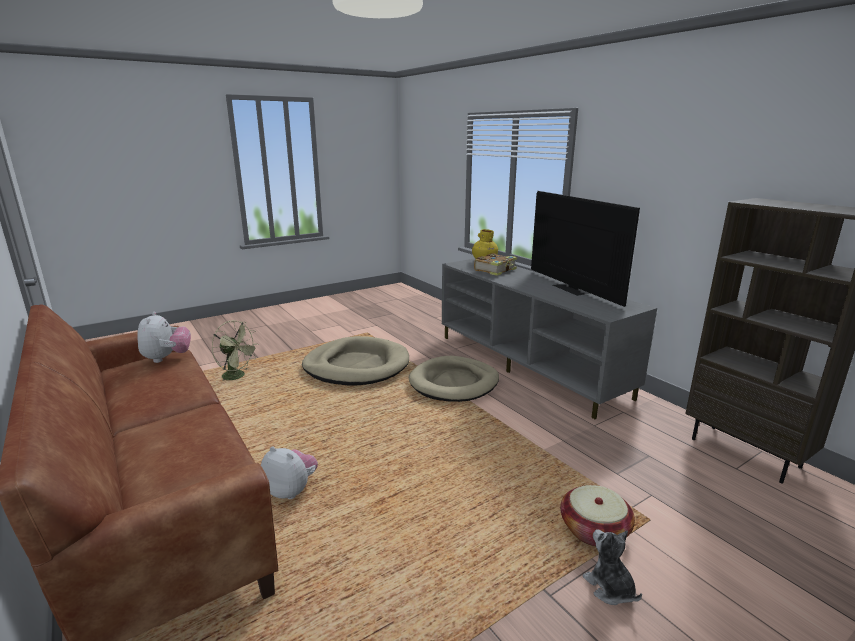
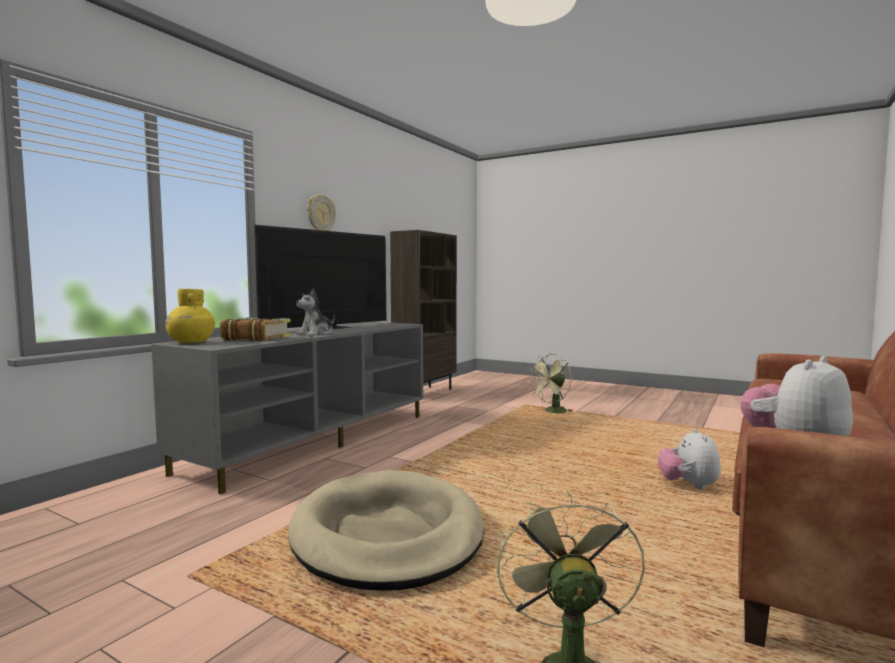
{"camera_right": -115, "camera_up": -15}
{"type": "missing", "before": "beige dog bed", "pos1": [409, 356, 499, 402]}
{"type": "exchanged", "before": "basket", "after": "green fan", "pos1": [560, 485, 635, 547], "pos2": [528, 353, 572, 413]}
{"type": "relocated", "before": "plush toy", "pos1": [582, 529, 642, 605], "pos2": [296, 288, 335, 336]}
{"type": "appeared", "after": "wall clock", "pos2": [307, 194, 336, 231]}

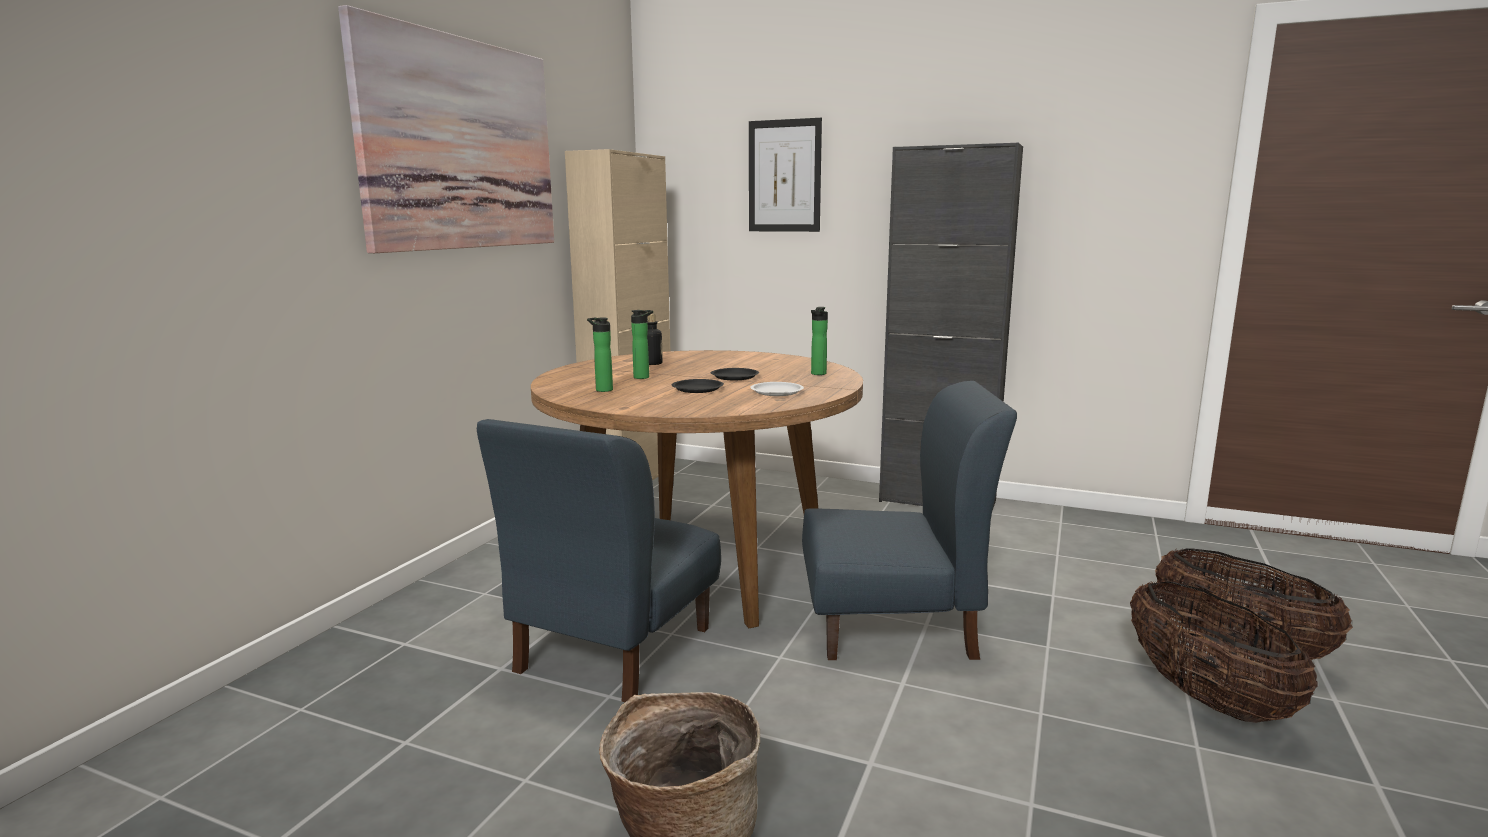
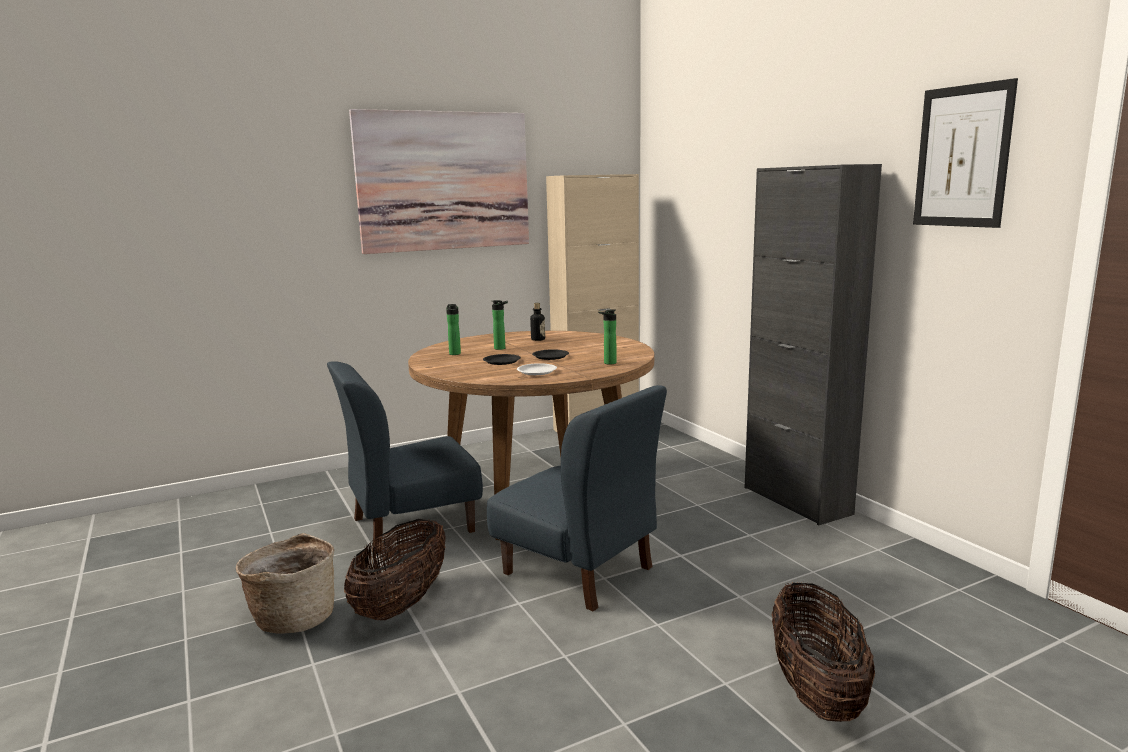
{"camera_right": 40, "camera_up": 0}
{"type": "relocated", "before": "picture", "pos1": [749, 118, 822, 232], "pos2": [913, 78, 1018, 228]}
{"type": "relocated", "before": "basket", "pos1": [1130, 581, 1317, 723], "pos2": [344, 519, 446, 620]}

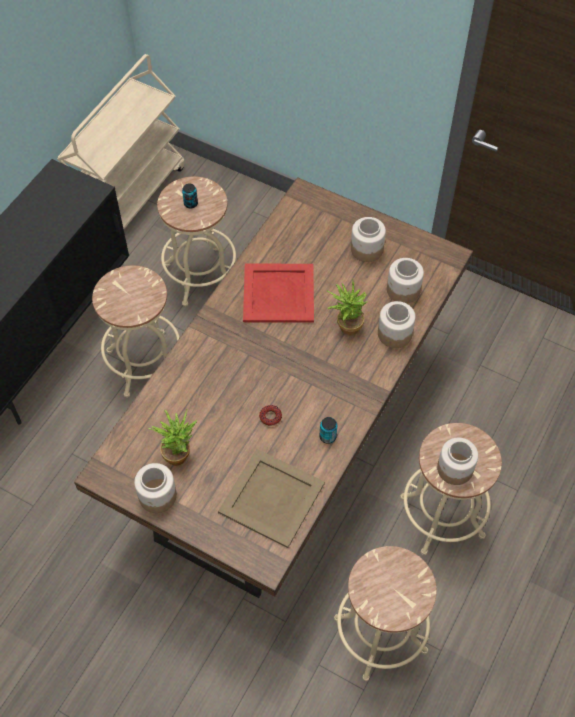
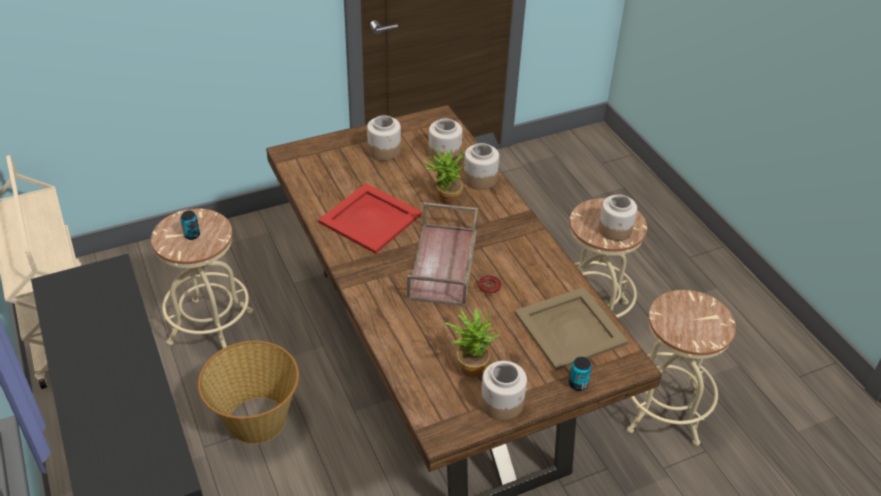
{"camera_right": -55, "camera_up": -15}
{"type": "exchanged", "before": "beige stool", "after": "basket", "pos1": [92, 265, 180, 397], "pos2": [198, 341, 299, 444]}
{"type": "relocated", "before": "can", "pos1": [320, 417, 337, 444], "pos2": [569, 357, 592, 391]}
{"type": "appeared", "after": "brown tray", "pos2": [407, 202, 478, 307]}

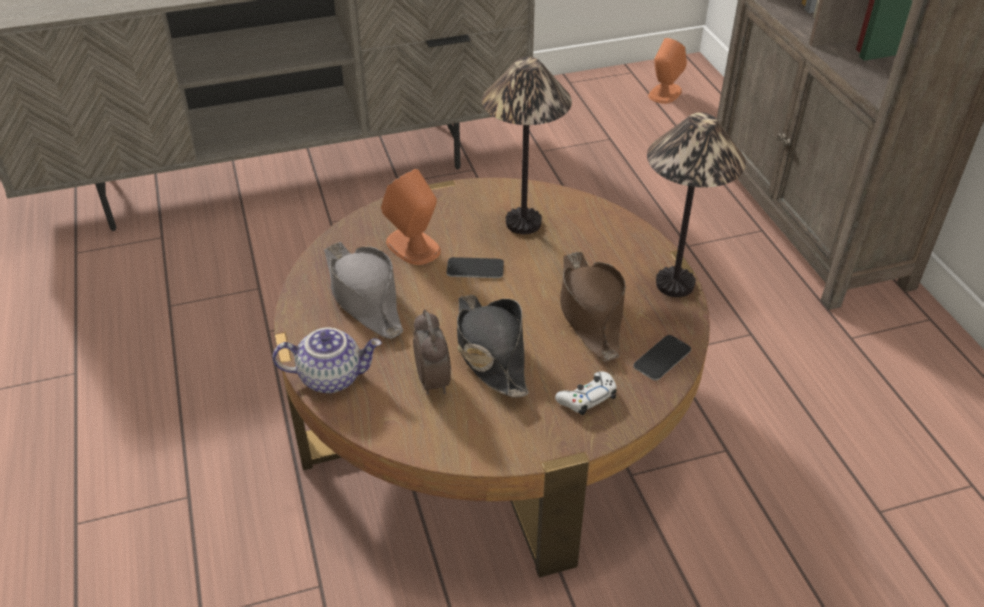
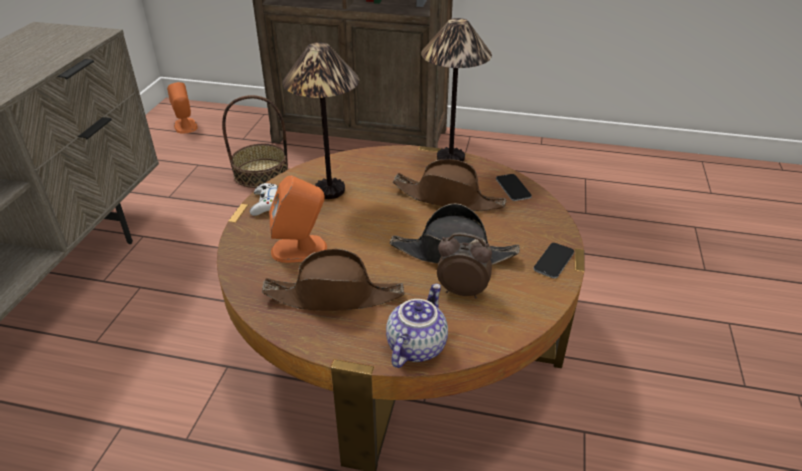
{"camera_right": -60, "camera_up": -5}
{"type": "colour", "before": "grey hat", "after": "brown hat", "pos1": [324, 242, 403, 339], "pos2": [262, 249, 404, 311]}
{"type": "relocated", "before": "phone", "pos1": [447, 257, 504, 278], "pos2": [533, 243, 574, 278]}
{"type": "relocated", "before": "white game controller", "pos1": [555, 371, 617, 415], "pos2": [250, 183, 278, 216]}
{"type": "appeared", "after": "basket", "pos2": [222, 95, 288, 188]}

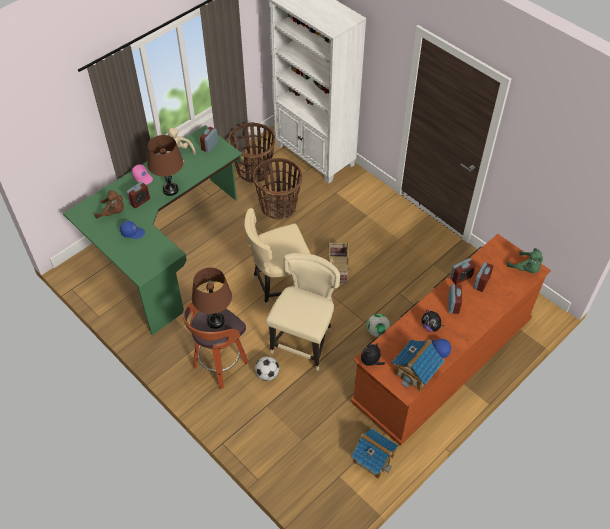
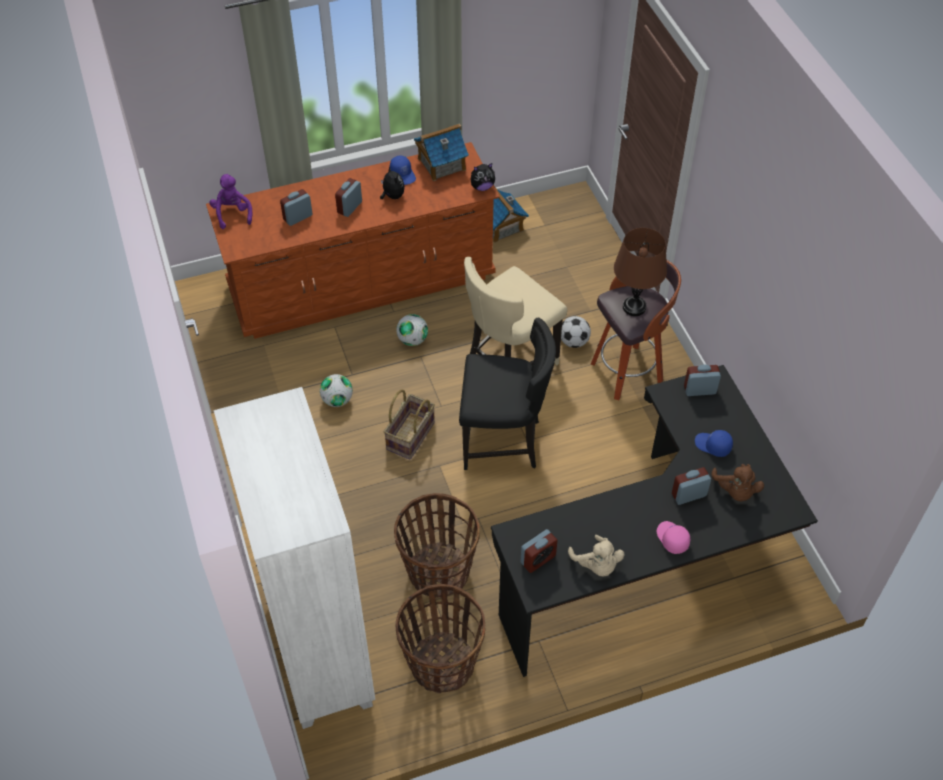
{"camera_right": -155, "camera_up": 0}
{"type": "colour", "before": "green desk", "after": "black desk", "pos1": [63, 125, 242, 335], "pos2": [491, 365, 818, 677]}
{"type": "missing", "before": "brown table lamp", "pos1": [147, 135, 184, 196]}
{"type": "spun", "before": "brown plush toy", "pos1": [94, 190, 124, 218], "pos2": [711, 464, 764, 502], "turn": -135}
{"type": "colour", "before": "beige chair", "after": "black chair", "pos1": [244, 208, 311, 308], "pos2": [459, 317, 556, 470]}
{"type": "colour", "before": "green plush toy", "after": "purple plush toy", "pos1": [507, 248, 543, 273], "pos2": [209, 174, 252, 229]}
{"type": "relocated", "before": "alarm clock", "pos1": [450, 258, 475, 285], "pos2": [684, 365, 721, 396]}
{"type": "appeared", "after": "football", "pos2": [320, 374, 353, 407]}

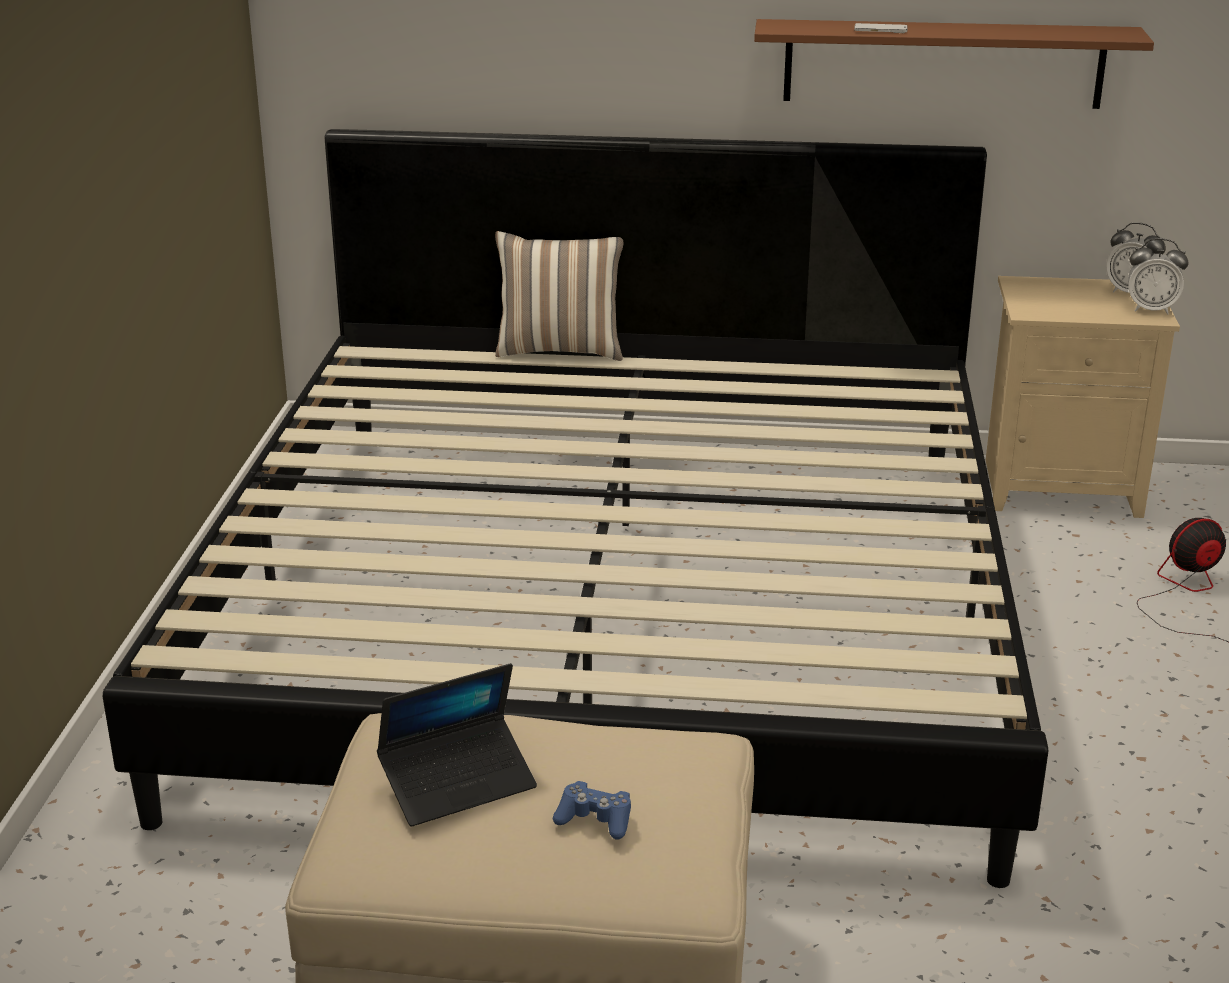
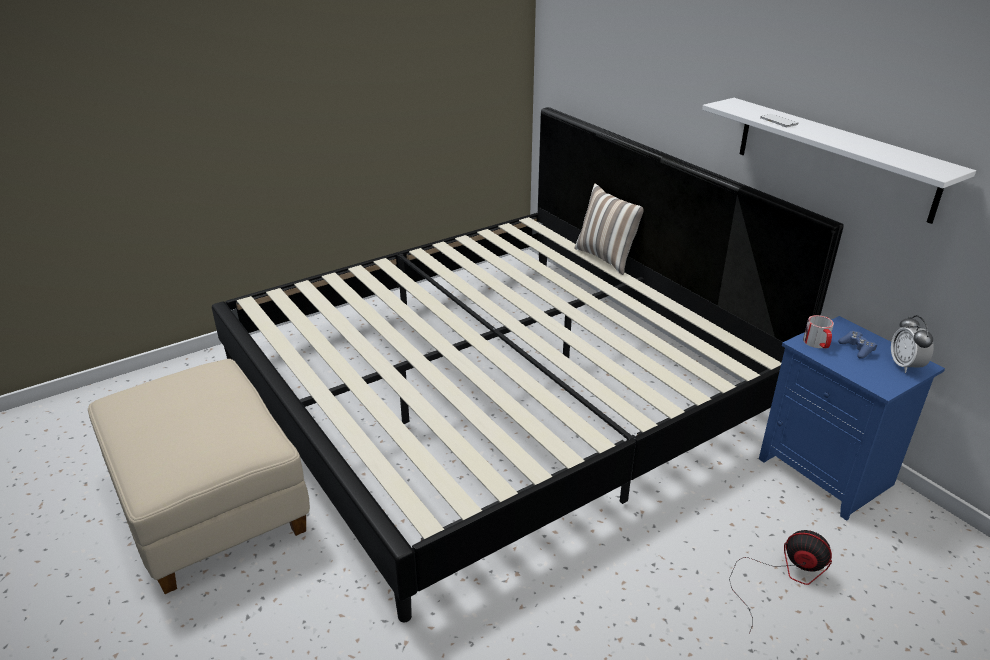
{"camera_right": 50, "camera_up": 5}
{"type": "colour", "before": "brown shelf", "after": "white shelf", "pos1": [754, 19, 1154, 109], "pos2": [702, 98, 976, 224]}
{"type": "missing", "before": "alarm clock", "pos1": [1128, 238, 1189, 315]}
{"type": "colour", "before": "beige nightstand", "after": "blue nightstand", "pos1": [986, 276, 1180, 518], "pos2": [759, 316, 945, 521]}
{"type": "missing", "before": "laptop", "pos1": [377, 663, 537, 826]}
{"type": "relocated", "before": "blue game controller", "pos1": [553, 781, 631, 840], "pos2": [838, 331, 877, 359]}
{"type": "appeared", "after": "mug", "pos2": [803, 315, 834, 348]}

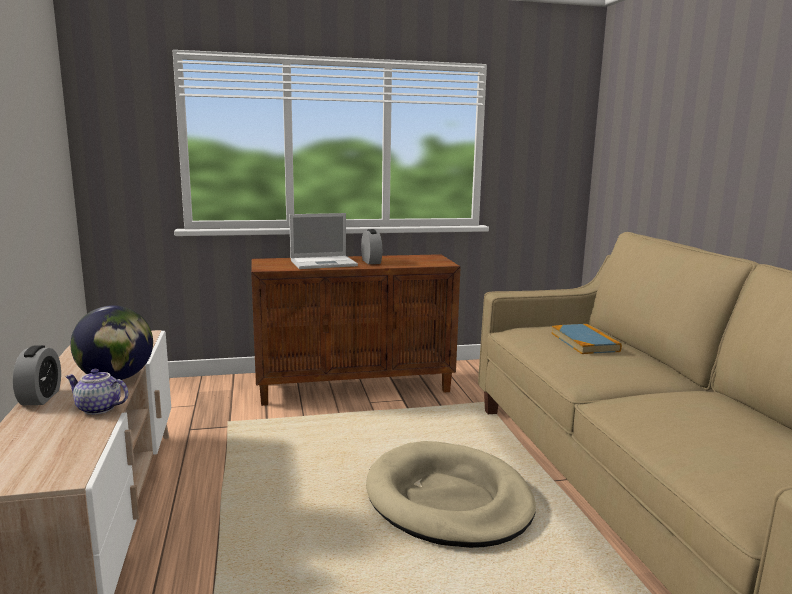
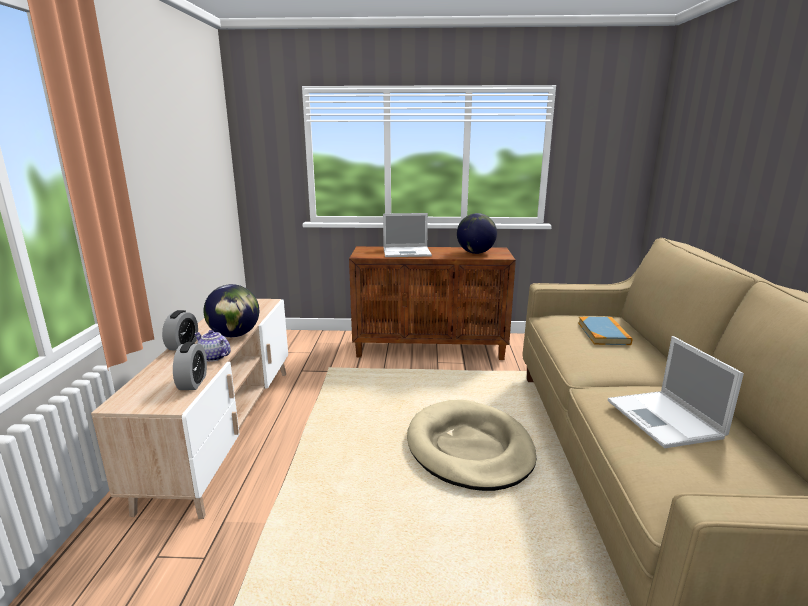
{"camera_right": 15, "camera_up": 5}
{"type": "relocated", "before": "alarm clock", "pos1": [361, 229, 382, 264], "pos2": [173, 342, 207, 390]}
{"type": "appeared", "after": "globe", "pos2": [457, 213, 497, 254]}
{"type": "appeared", "after": "laptop", "pos2": [608, 336, 744, 448]}

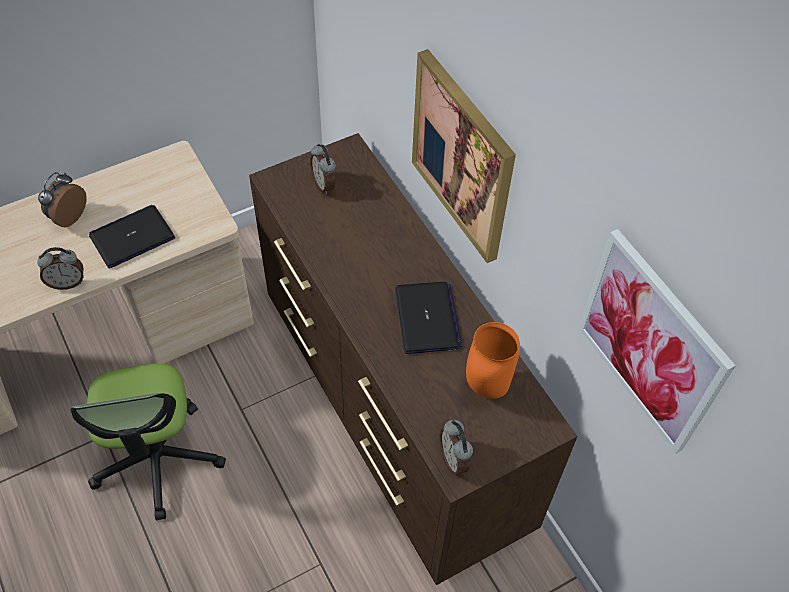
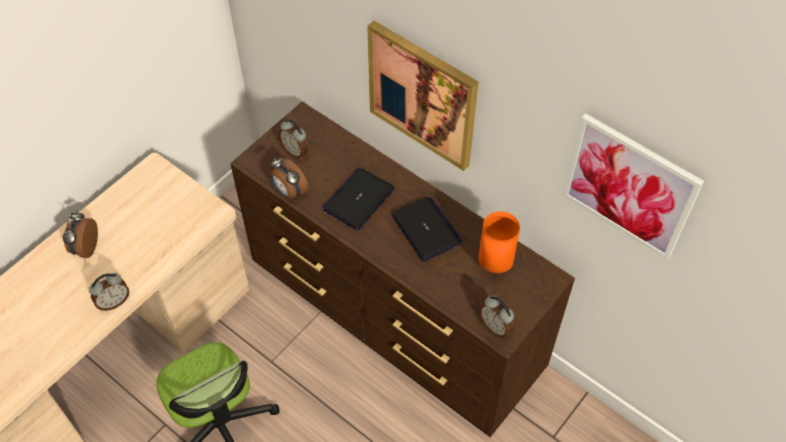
{"camera_right": -20, "camera_up": 0}
{"type": "relocated", "before": "laptop", "pos1": [89, 205, 175, 269], "pos2": [322, 168, 395, 231]}
{"type": "appeared", "after": "alarm clock", "pos2": [271, 158, 309, 200]}

